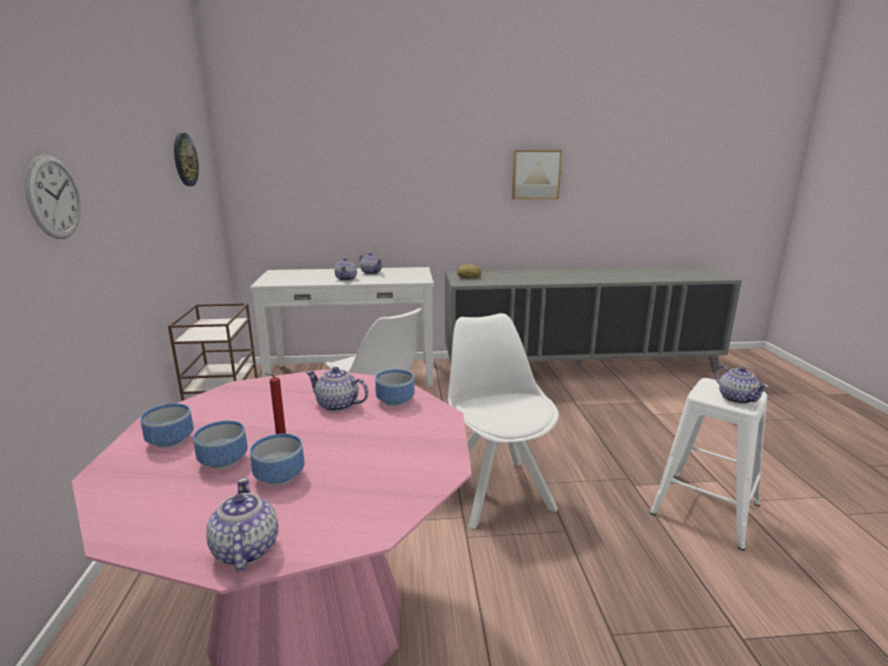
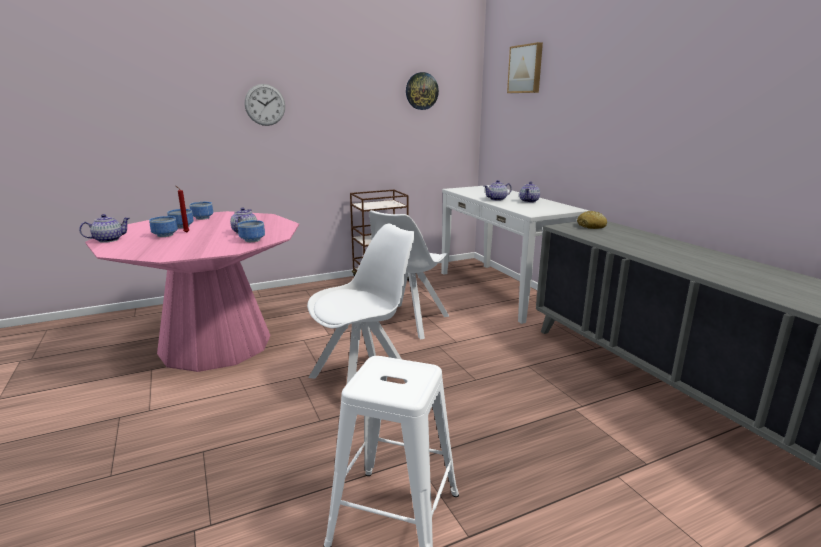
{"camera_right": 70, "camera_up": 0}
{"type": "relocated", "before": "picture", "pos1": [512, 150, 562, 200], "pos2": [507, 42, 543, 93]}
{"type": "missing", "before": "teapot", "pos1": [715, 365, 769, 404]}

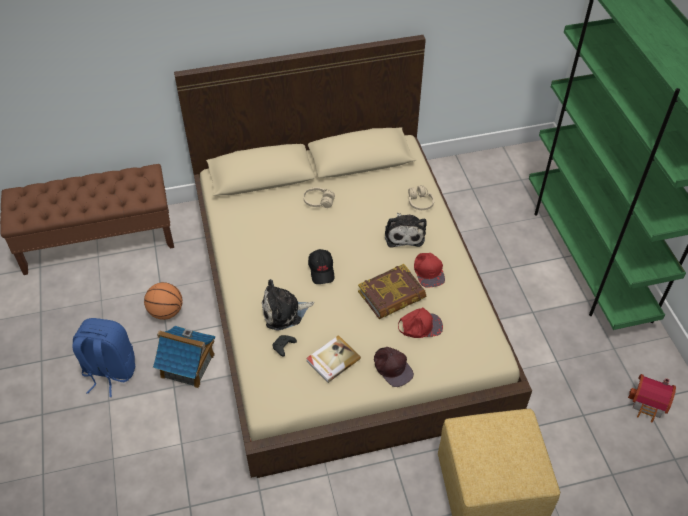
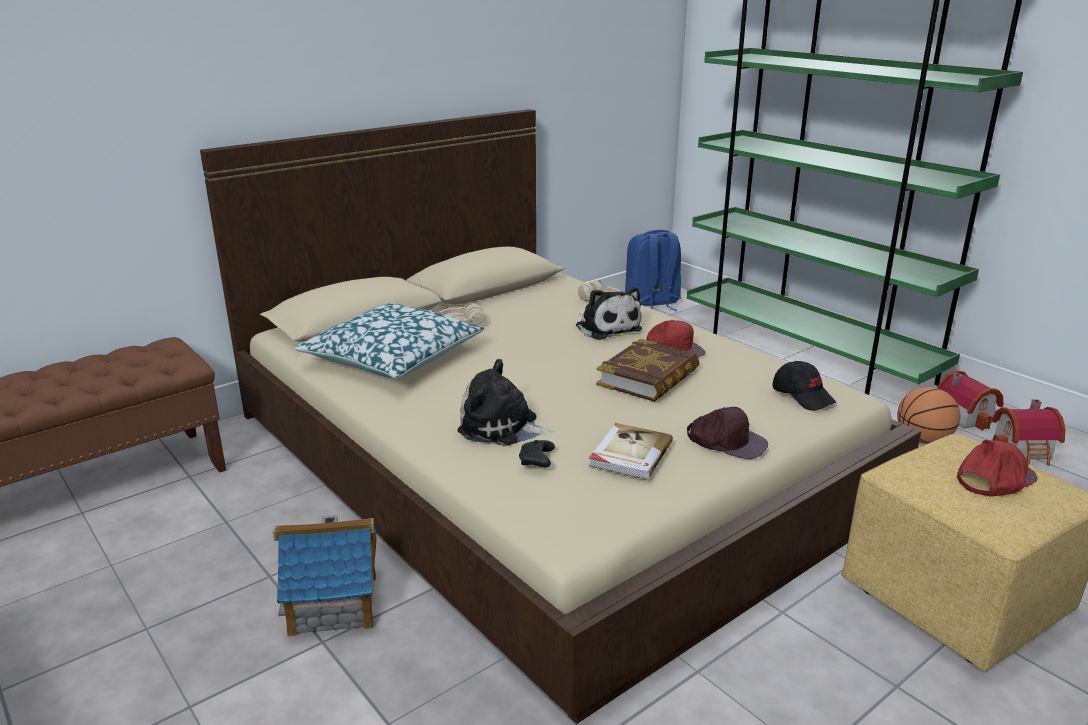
{"camera_right": -25, "camera_up": -25}
{"type": "relocated", "before": "black cap", "pos1": [308, 249, 335, 284], "pos2": [772, 361, 836, 411]}
{"type": "spun", "before": "plush toy", "pos1": [262, 279, 314, 331], "pos2": [457, 359, 554, 446], "turn": 60}
{"type": "relocated", "before": "basketball", "pos1": [144, 282, 183, 320], "pos2": [897, 387, 960, 444]}
{"type": "relocated", "before": "red cap", "pos1": [398, 308, 443, 338], "pos2": [957, 440, 1038, 497]}
{"type": "relocated", "before": "blue backpack", "pos1": [72, 318, 136, 397], "pos2": [625, 230, 681, 311]}
{"type": "appeared", "after": "pillow", "pos2": [294, 303, 485, 379]}
{"type": "appeared", "after": "toy house", "pos2": [937, 370, 1004, 431]}

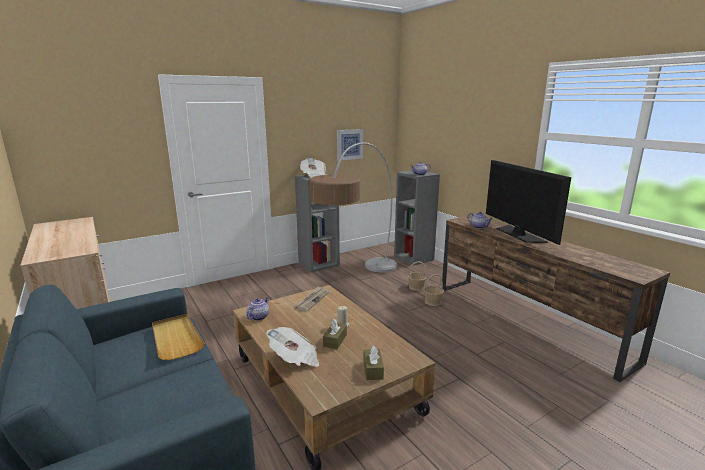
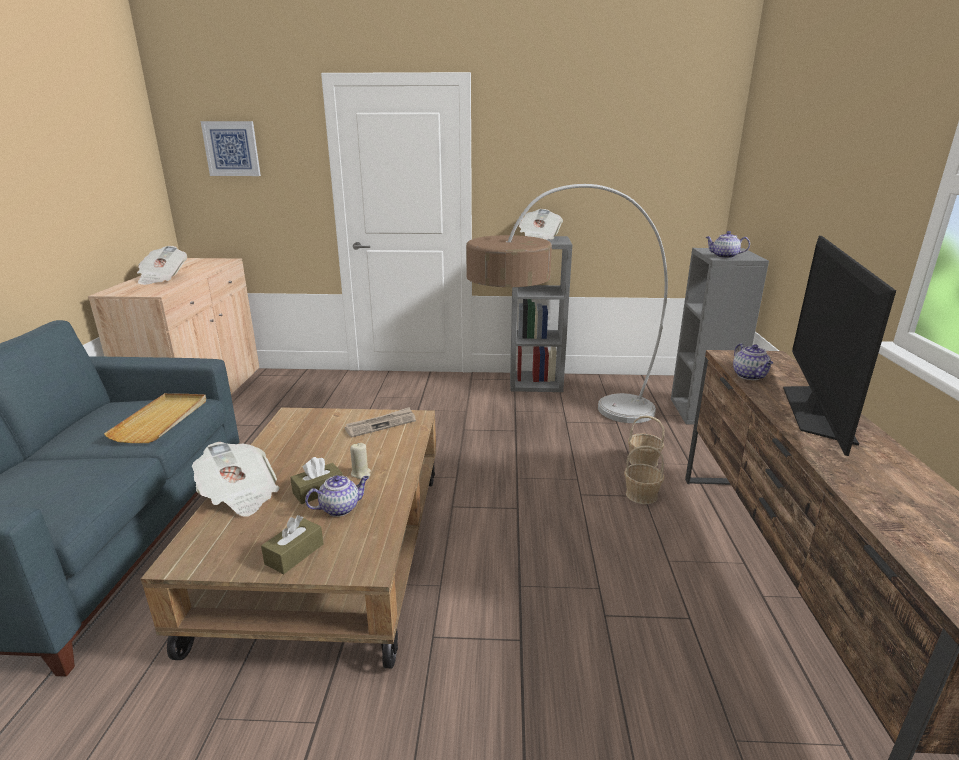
{"camera_right": 35, "camera_up": 5}
{"type": "relocated", "before": "picture", "pos1": [337, 129, 363, 161], "pos2": [201, 121, 261, 176]}
{"type": "relocated", "before": "teapot", "pos1": [246, 296, 269, 321], "pos2": [305, 475, 369, 517]}
{"type": "appeared", "after": "newspaper", "pos2": [137, 246, 187, 285]}

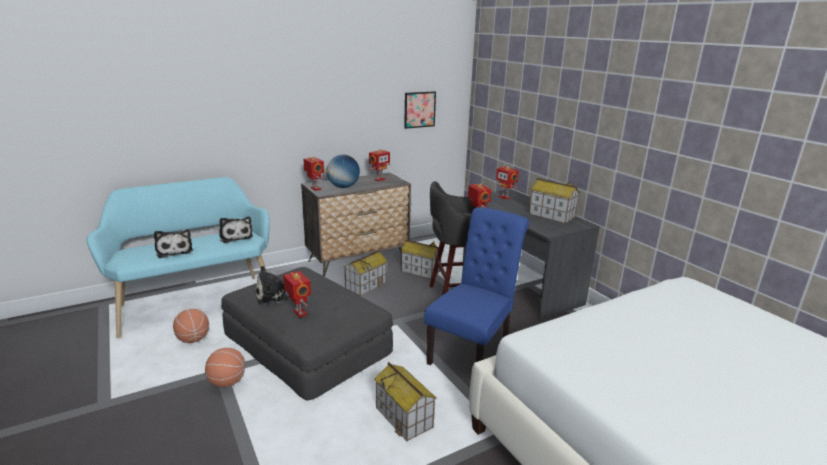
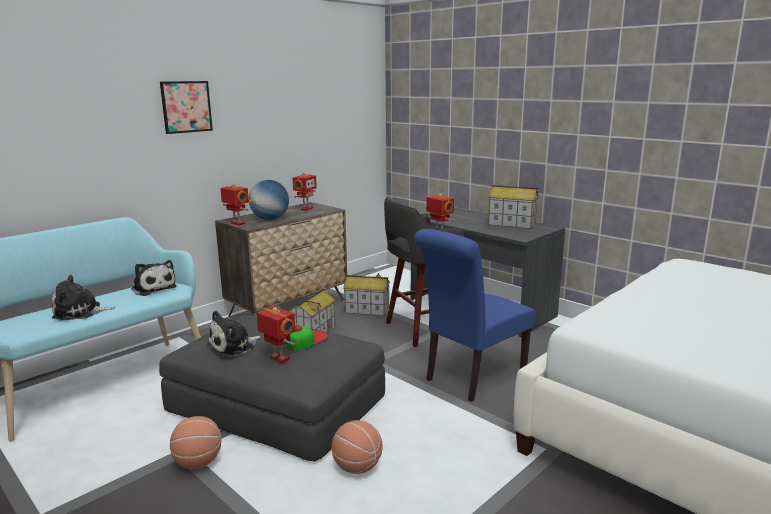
{"camera_right": -15, "camera_up": -5}
{"type": "relocated", "before": "picture", "pos1": [404, 91, 436, 129], "pos2": [160, 81, 213, 134]}
{"type": "missing", "before": "toy robot", "pos1": [496, 166, 519, 200]}
{"type": "spun", "before": "blue chair", "pos1": [424, 207, 529, 365], "pos2": [414, 229, 536, 402], "turn": -150}
{"type": "spun", "before": "plush toy", "pos1": [154, 230, 193, 258], "pos2": [52, 275, 115, 320], "turn": 120}
{"type": "relocated", "before": "basketball", "pos1": [173, 309, 209, 343], "pos2": [332, 420, 382, 474]}
{"type": "missing", "before": "toy house", "pos1": [375, 362, 437, 442]}
{"type": "appeared", "after": "cap", "pos2": [285, 326, 328, 351]}

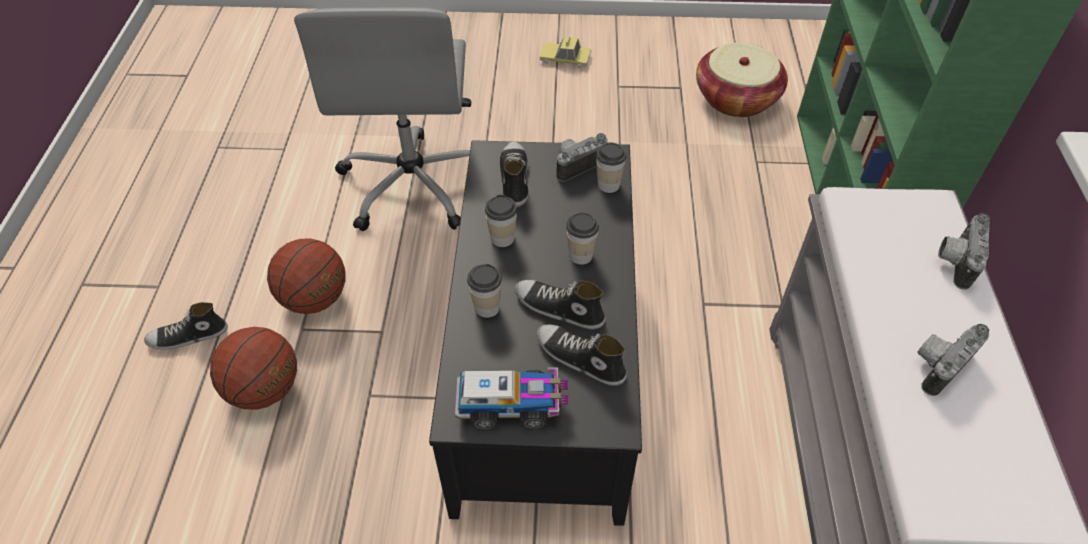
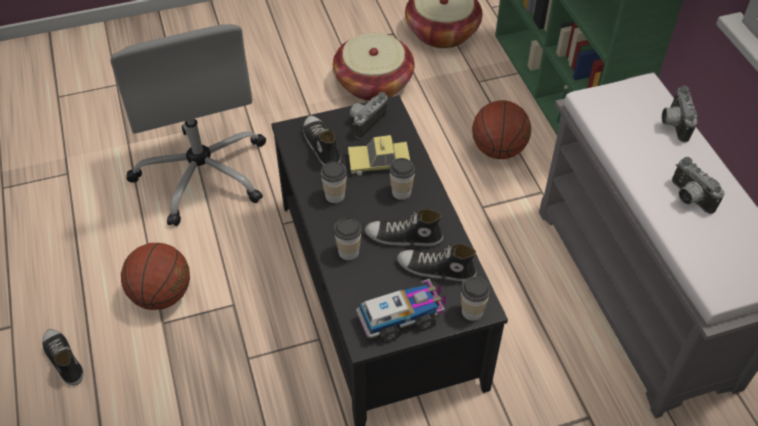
{"camera_right": -20, "camera_up": 0}
{"type": "relocated", "before": "toy car", "pos1": [539, 36, 591, 69], "pos2": [348, 135, 410, 176]}
{"type": "relocated", "before": "cup", "pos1": [596, 142, 626, 193], "pos2": [461, 277, 490, 321]}
{"type": "spun", "before": "shoe", "pos1": [144, 302, 228, 349], "pos2": [42, 329, 84, 386], "turn": 90}
{"type": "spun", "before": "photo camera", "pos1": [917, 324, 989, 396], "pos2": [672, 157, 725, 214], "turn": -60}
{"type": "relocated", "before": "basketball", "pos1": [210, 327, 297, 410], "pos2": [472, 100, 531, 159]}
{"type": "appeared", "after": "basket", "pos2": [333, 33, 415, 101]}

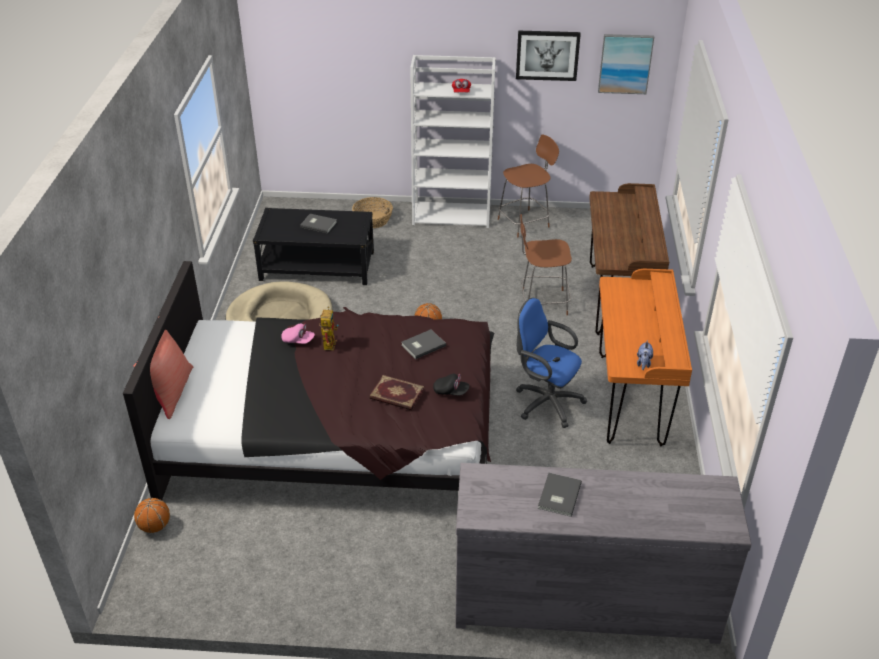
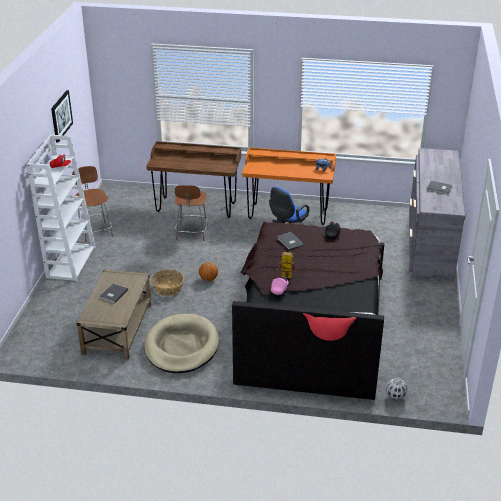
{"camera_right": -85, "camera_up": -5}
{"type": "missing", "before": "picture", "pos1": [598, 34, 654, 94]}
{"type": "relocated", "before": "basket", "pos1": [352, 197, 393, 228], "pos2": [151, 269, 184, 296]}
{"type": "colour", "before": "black coffee table", "after": "beige coffee table", "pos1": [253, 208, 374, 285], "pos2": [76, 269, 152, 359]}
{"type": "missing", "before": "book", "pos1": [370, 375, 424, 410]}
{"type": "exchanged", "before": "basketball", "after": "football", "pos1": [134, 498, 170, 533], "pos2": [386, 378, 407, 400]}

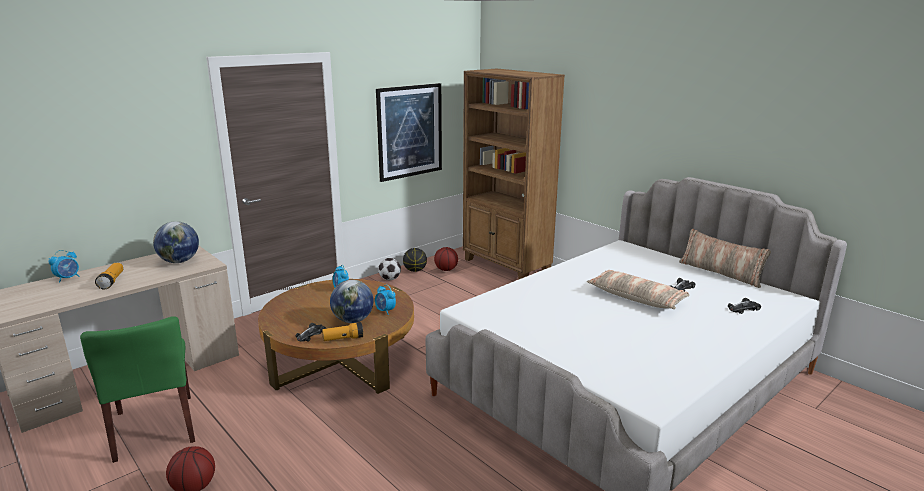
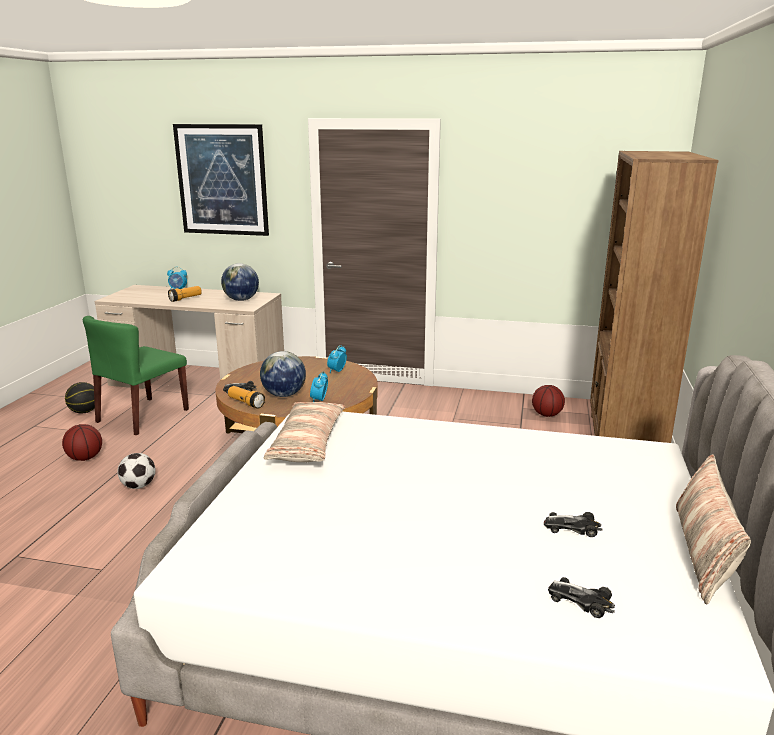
{"camera_right": 55, "camera_up": 0}
{"type": "relocated", "before": "picture", "pos1": [376, 83, 442, 182], "pos2": [173, 124, 269, 236]}
{"type": "relocated", "before": "basketball", "pos1": [403, 248, 427, 272], "pos2": [65, 382, 95, 413]}
{"type": "relocated", "before": "football", "pos1": [378, 258, 401, 280], "pos2": [117, 453, 156, 489]}
{"type": "relocated", "before": "pillow", "pos1": [587, 270, 689, 309], "pos2": [263, 402, 345, 462]}

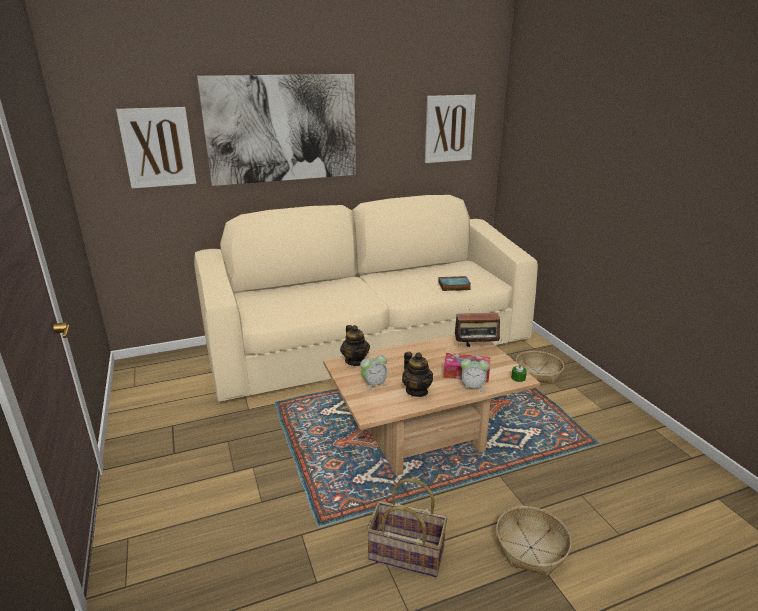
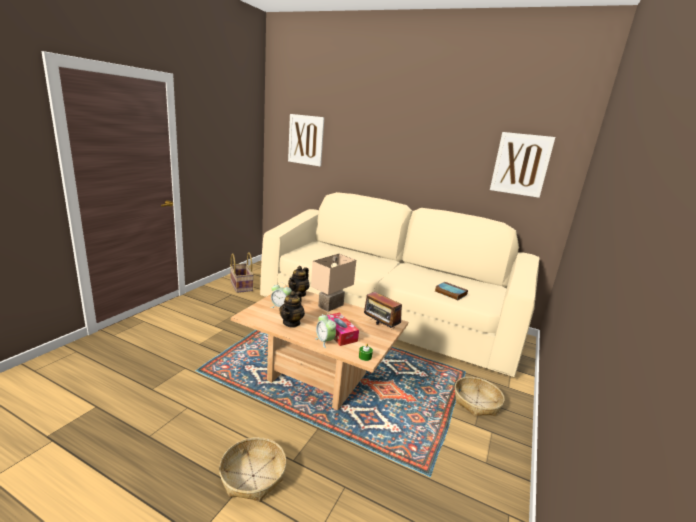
{"camera_right": 45, "camera_up": -5}
{"type": "missing", "before": "picture", "pos1": [197, 74, 356, 186]}
{"type": "relocated", "before": "basket", "pos1": [366, 478, 448, 577], "pos2": [230, 252, 254, 293]}
{"type": "appeared", "after": "beige table lamp", "pos2": [311, 254, 356, 312]}

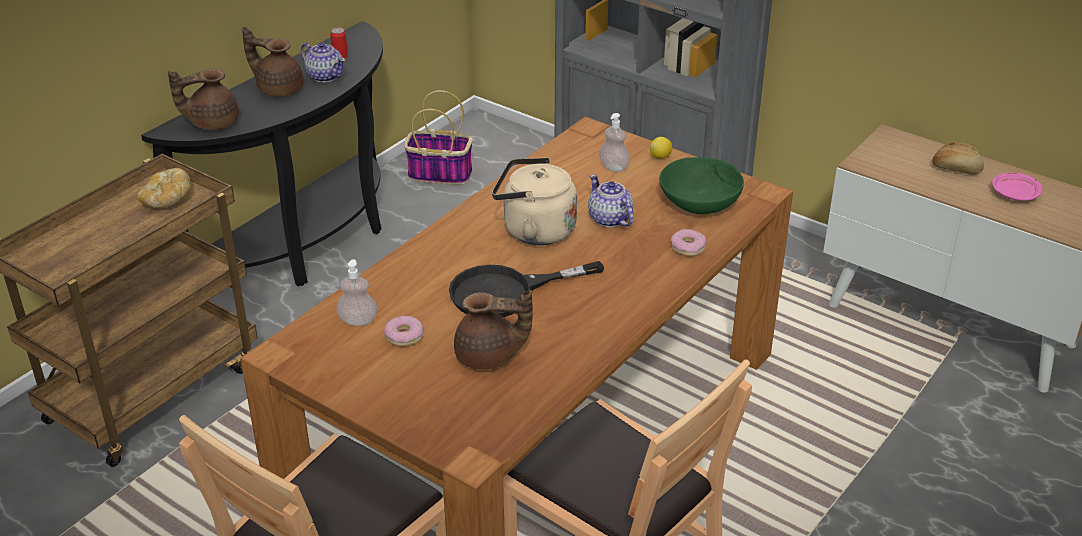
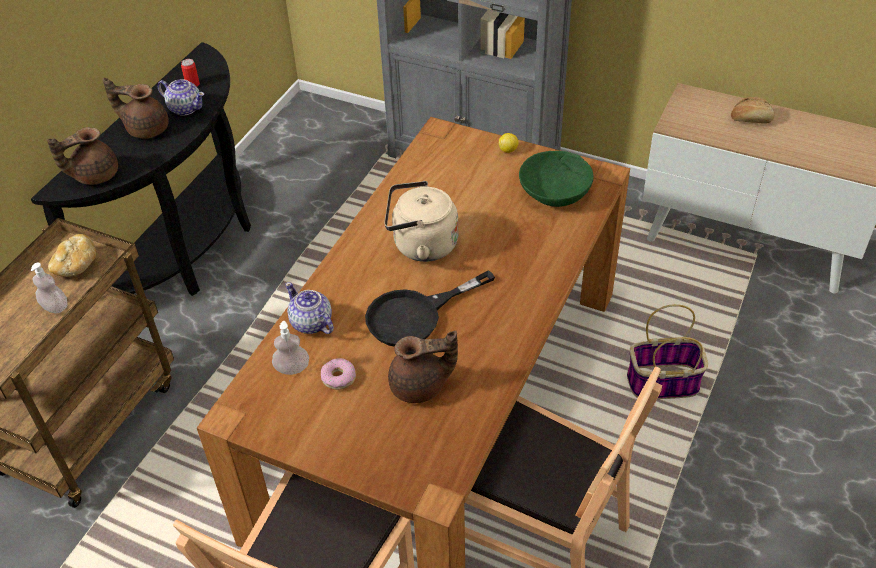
{"camera_right": -10, "camera_up": 10}
{"type": "relocated", "before": "basket", "pos1": [404, 90, 473, 185], "pos2": [627, 304, 708, 399]}
{"type": "relocated", "before": "soap dispenser", "pos1": [599, 113, 630, 172], "pos2": [31, 263, 68, 313]}
{"type": "missing", "before": "pink plate", "pos1": [992, 172, 1042, 201]}
{"type": "relocated", "before": "teapot", "pos1": [588, 174, 634, 227], "pos2": [285, 282, 334, 334]}
{"type": "missing", "before": "donut", "pos1": [671, 229, 707, 256]}

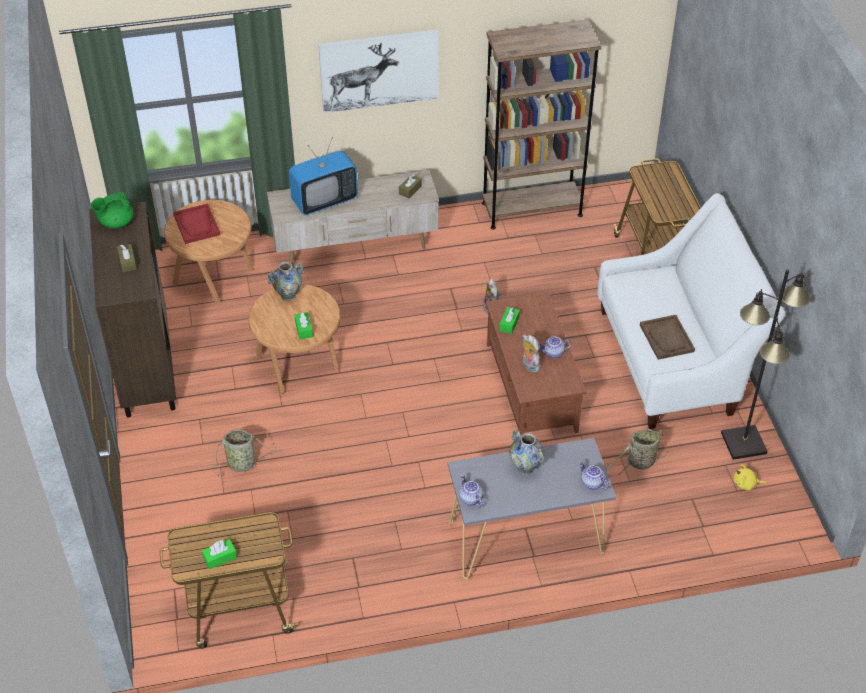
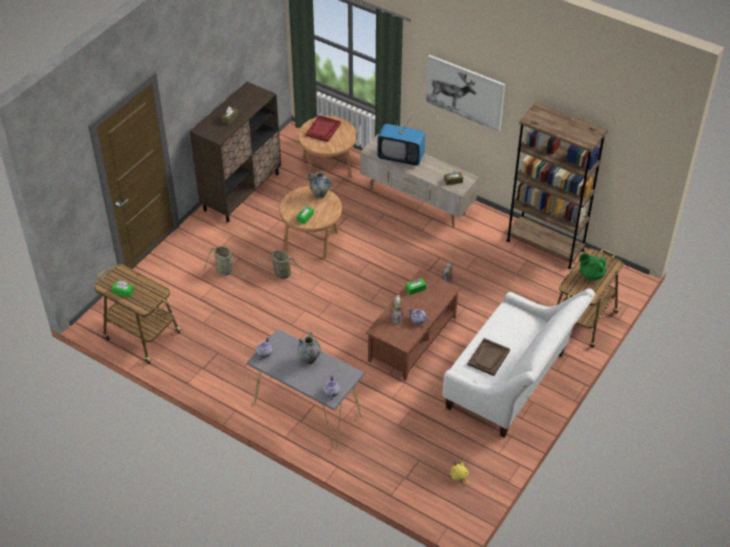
{"camera_right": 45, "camera_up": 0}
{"type": "relocated", "before": "green teapot", "pos1": [91, 191, 134, 229], "pos2": [579, 253, 606, 280]}
{"type": "missing", "before": "black floor lamp", "pos1": [721, 269, 810, 460]}
{"type": "relocated", "before": "basket", "pos1": [606, 429, 667, 477], "pos2": [257, 250, 302, 280]}

